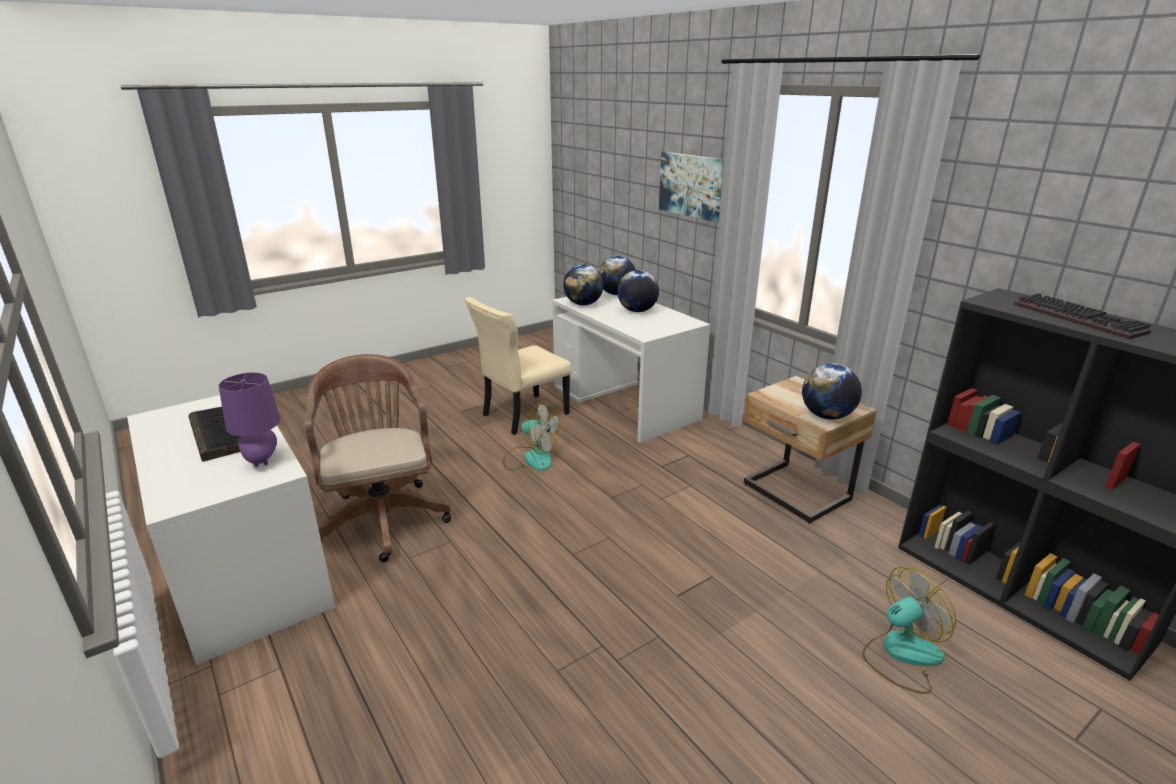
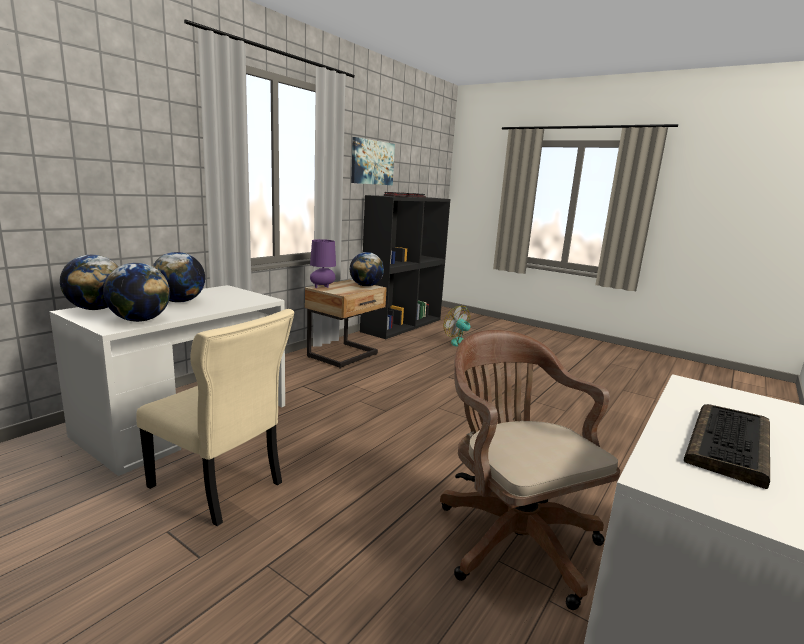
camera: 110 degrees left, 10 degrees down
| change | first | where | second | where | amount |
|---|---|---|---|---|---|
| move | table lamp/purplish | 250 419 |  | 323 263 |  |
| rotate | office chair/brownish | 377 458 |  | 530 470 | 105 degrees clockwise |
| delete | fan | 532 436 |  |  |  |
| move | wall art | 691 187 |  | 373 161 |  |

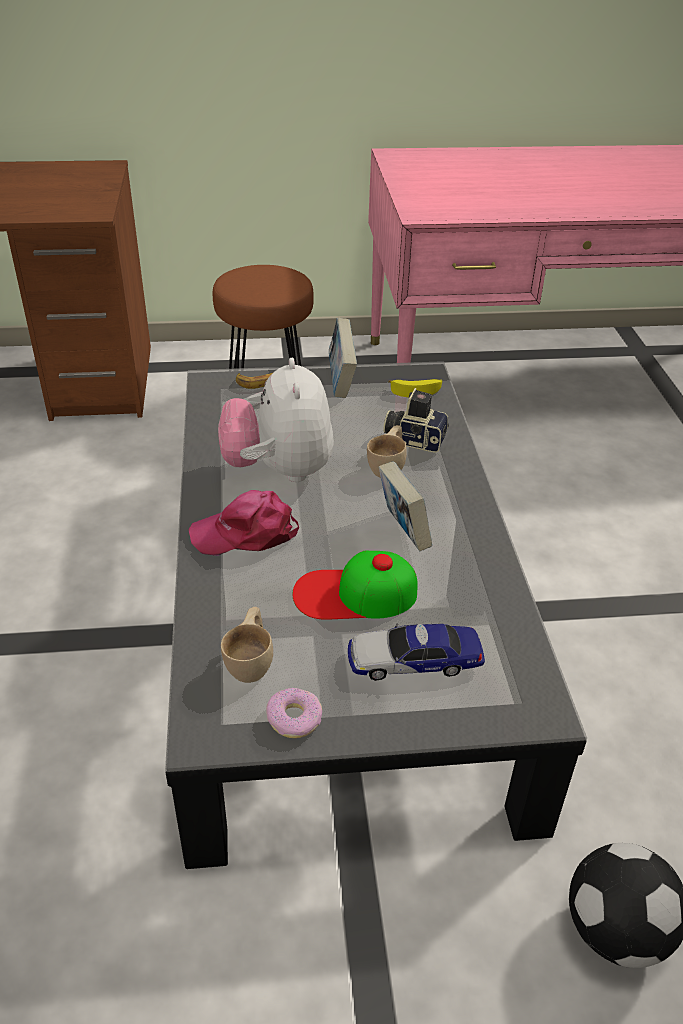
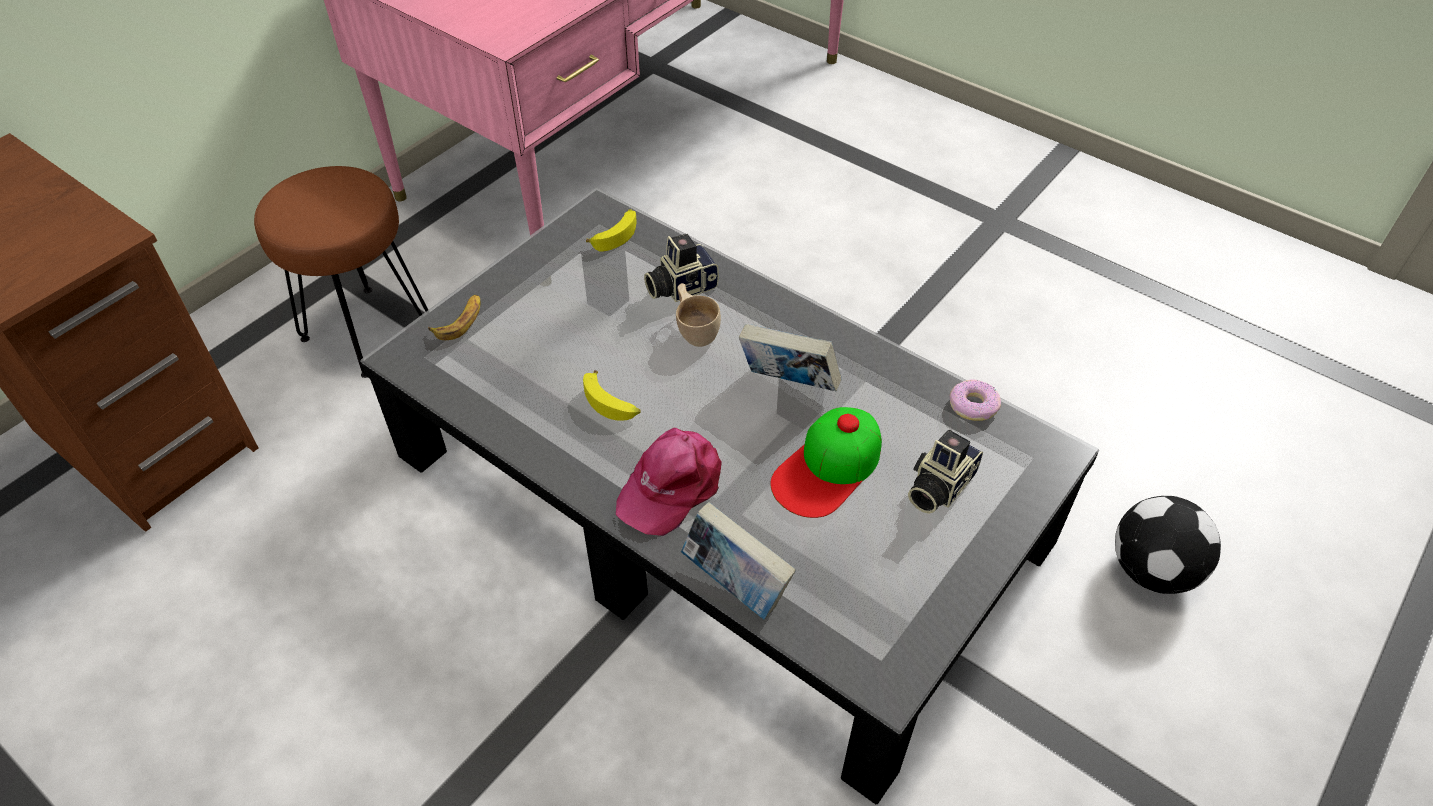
camera: 45 degrees left, 10 degrees up
| change | first | where | second | where | amount |
|---|---|---|---|---|---|
| replace | soft toy | 276 420 | banana fruit | 612 395 |  |
| delete | small cup/sand-coloured | 247 645 |  |  |  |
| move | doughnut | 294 713 |  | 975 400 |  |
| move | book | 342 358 |  | 738 560 |  |
| replace | model car | 416 652 | photo camera | 945 472 |  |

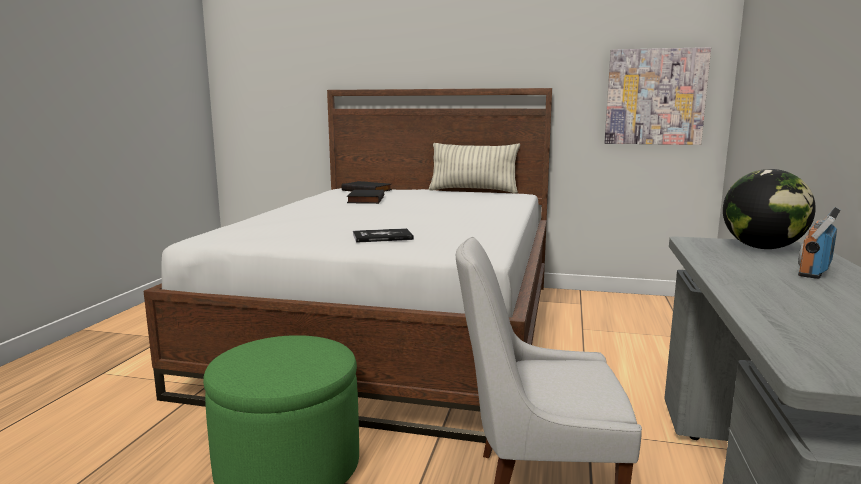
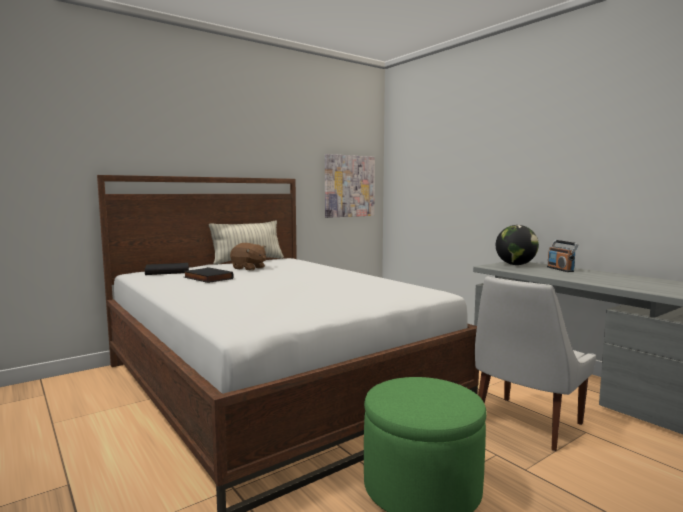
camera: 50 degrees left, 5 degrees down
| change | first | where | second | where | amount |
|---|---|---|---|---|---|
| delete | book | 383 235 |  |  |  |
| insert |  |  | soft toy/brownish | 248 257 |  |

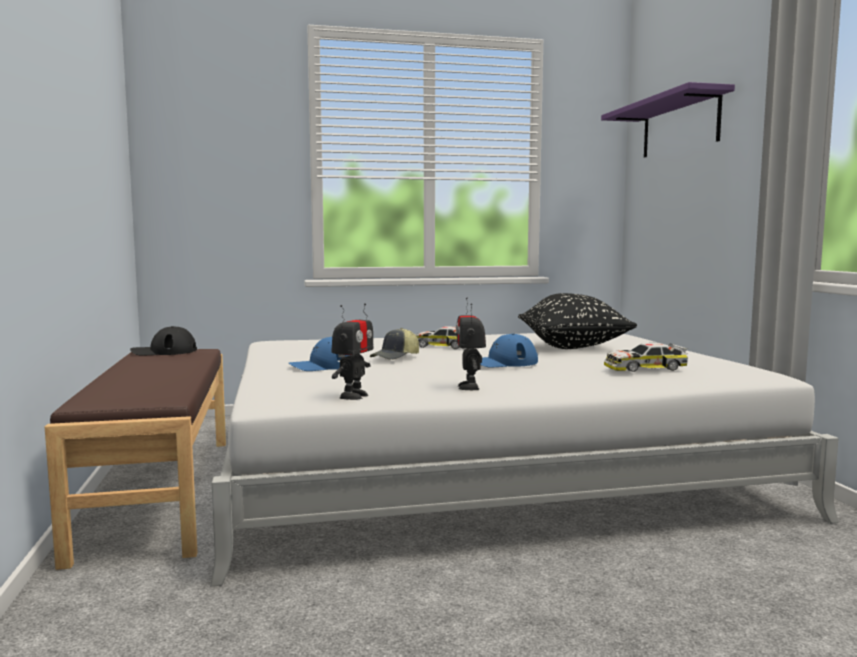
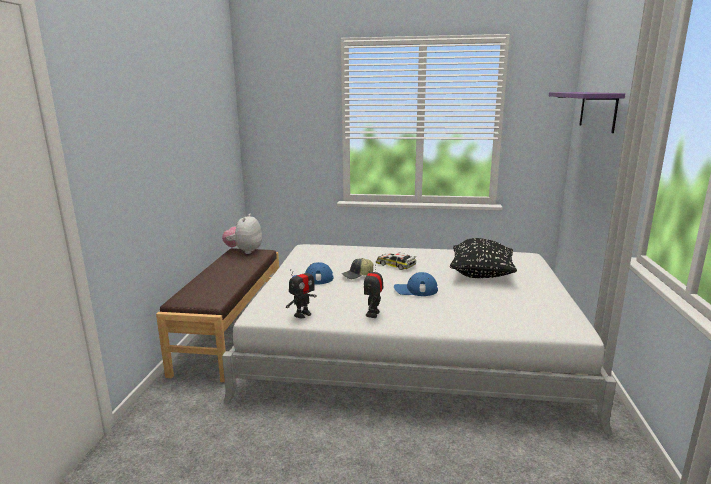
camera: 20 degrees right, 10 degrees up
| change | first | where | second | where | amount |
|---|---|---|---|---|---|
| replace | cap/black-coloured | 163 340 | soft toy | 242 234 |  |
| delete | model car | 646 357 |  |  |  |

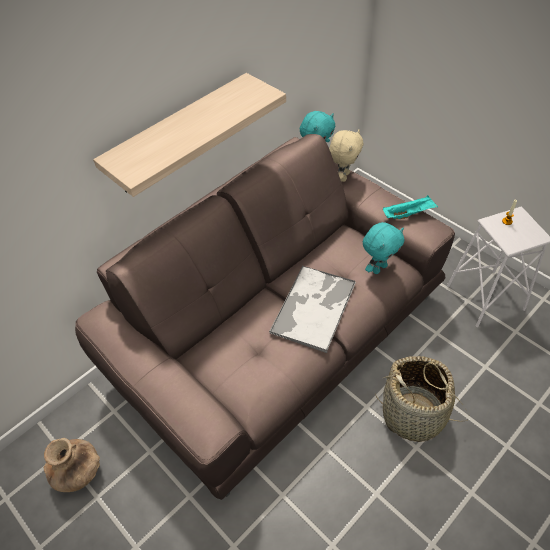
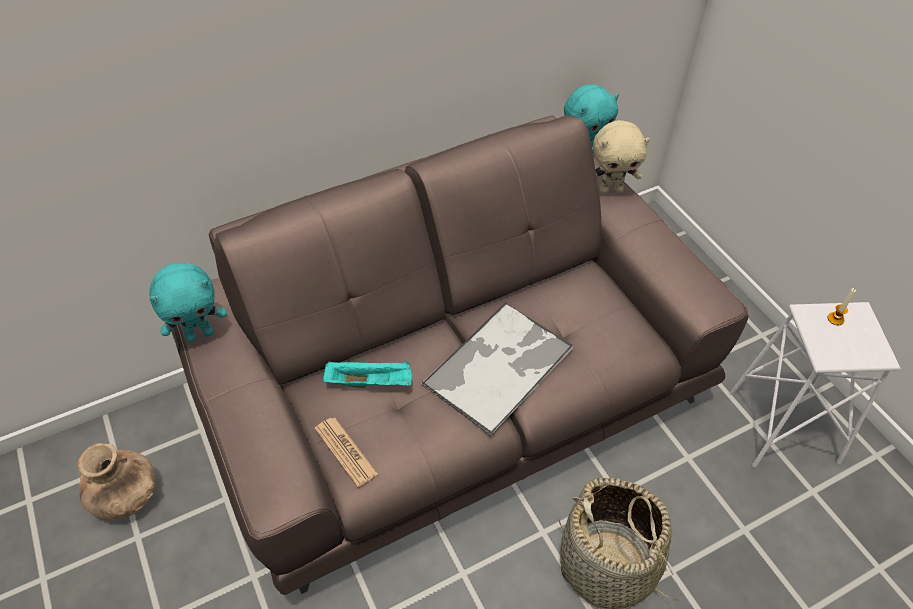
camera: 15 degrees right, 0 degrees up
| change | first | where | second | where | amount |
|---|---|---|---|---|---|
| delete | wall shelf | 189 135 |  |  |  |
| rotate | soft toy/sand-coloured | 346 156 |  | 621 157 | 45 degrees clockwise |
| move | soft toy/blue-green | 383 248 |  | 188 303 |  |
| move | serving tray/blue-green | 410 207 |  | 367 374 |  |
| insert |  |  | newspaper | 346 452 |  |

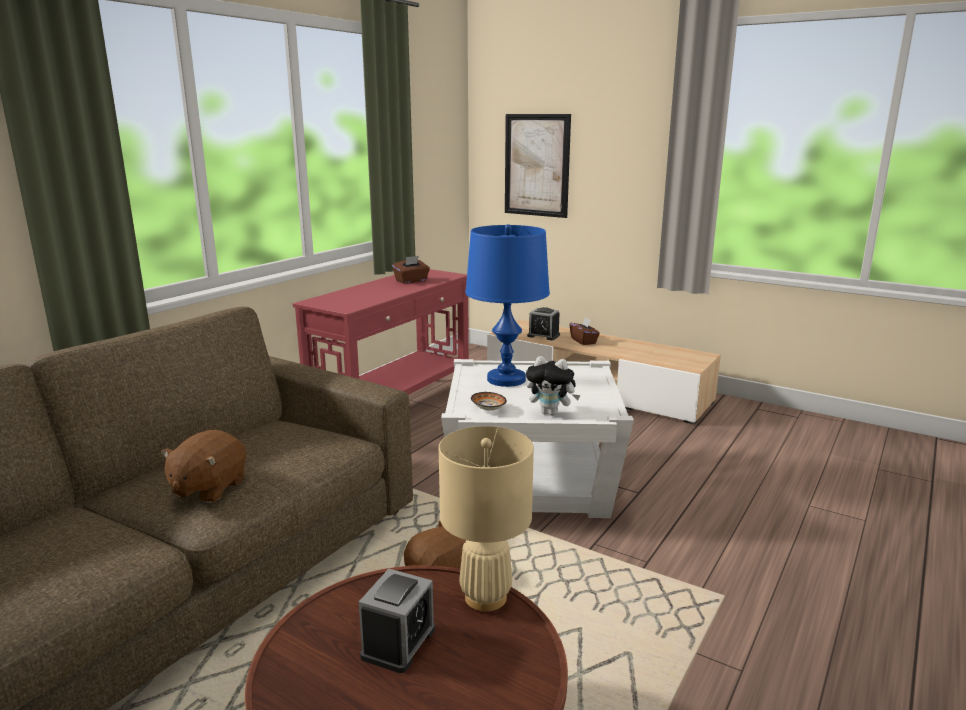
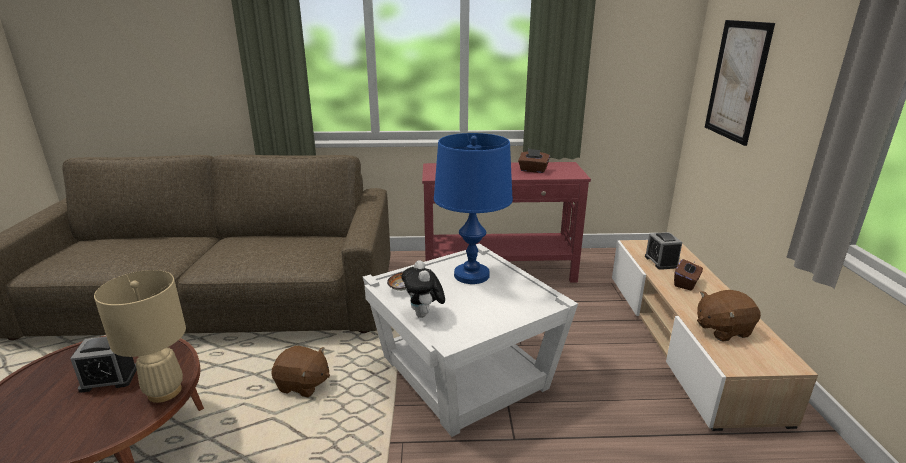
camera: 55 degrees right, 5 degrees up
| change | first | where | second | where | amount |
|---|---|---|---|---|---|
| move | soft toy/brownish | 203 466 |  | 729 316 |  |

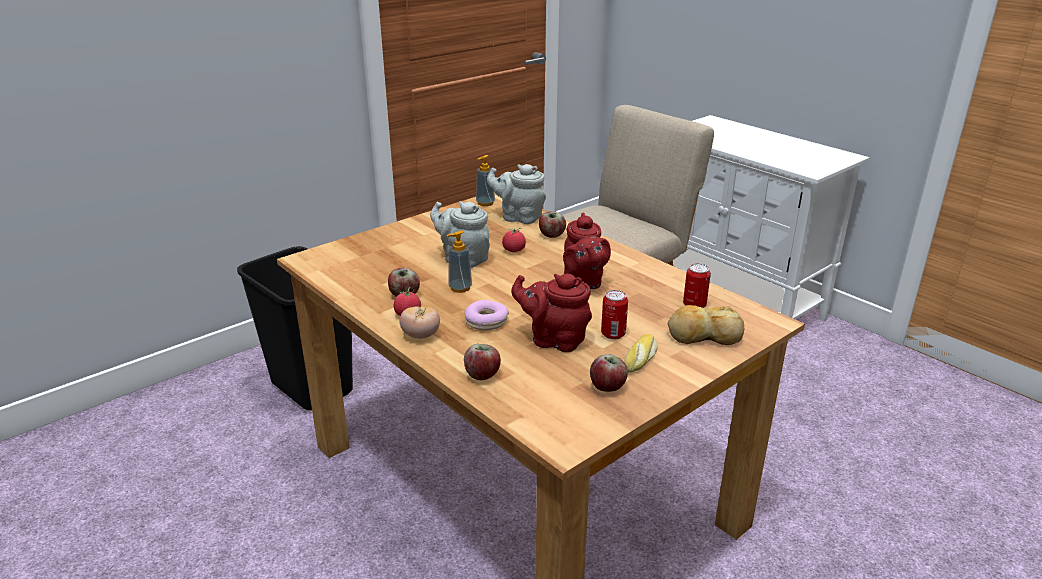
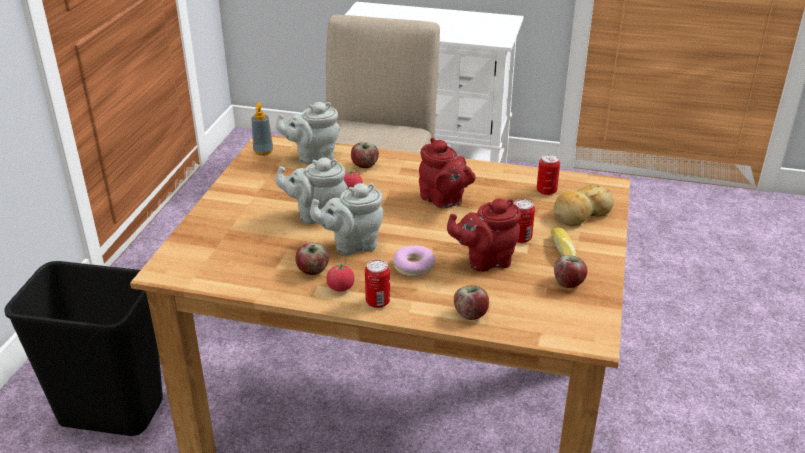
camera: 35 degrees left, 5 degrees up
| change | first | where | second | where | amount |
|---|---|---|---|---|---|
| replace | fresh tomato | 419 322 | can | 377 283 |  |
| replace | liquid soap bottle | 459 262 | teapot/gray | 347 219 |  |

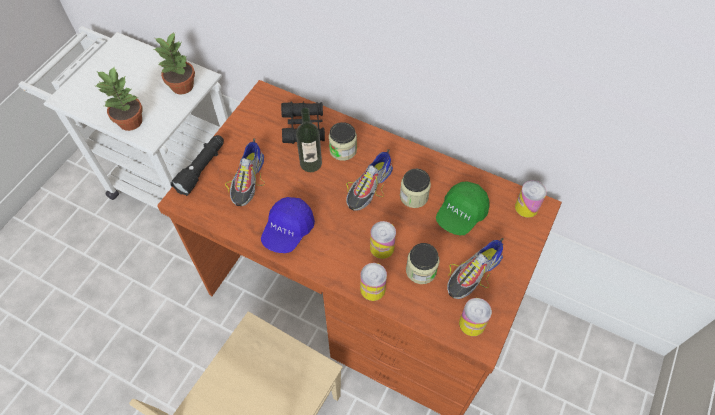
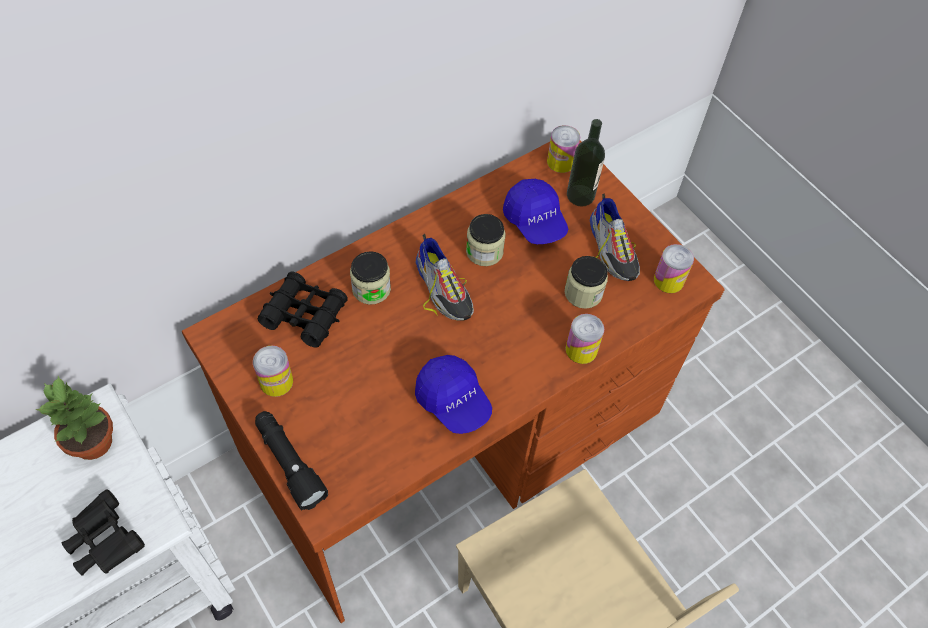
camera: 65 degrees left, 0 degrees up
| change | first | where | second | where | amount |
|---|---|---|---|---|---|
| replace | houseplant | 119 99 | pair of binoculars/black-coloured | 103 532 |  |
| delete | low shoe | 245 172 |  |  |  |
| move | drink bottle | 309 140 |  | 586 162 |  |
| move | can | 383 240 |  | 273 371 |  |
| recolor | cap/green-coloured | 463 208 | cap/bluish | 535 211 |  |

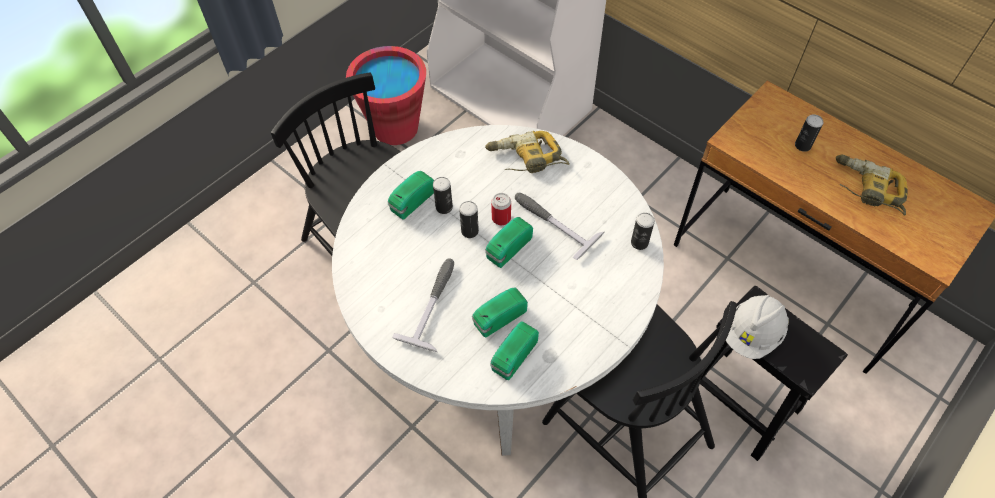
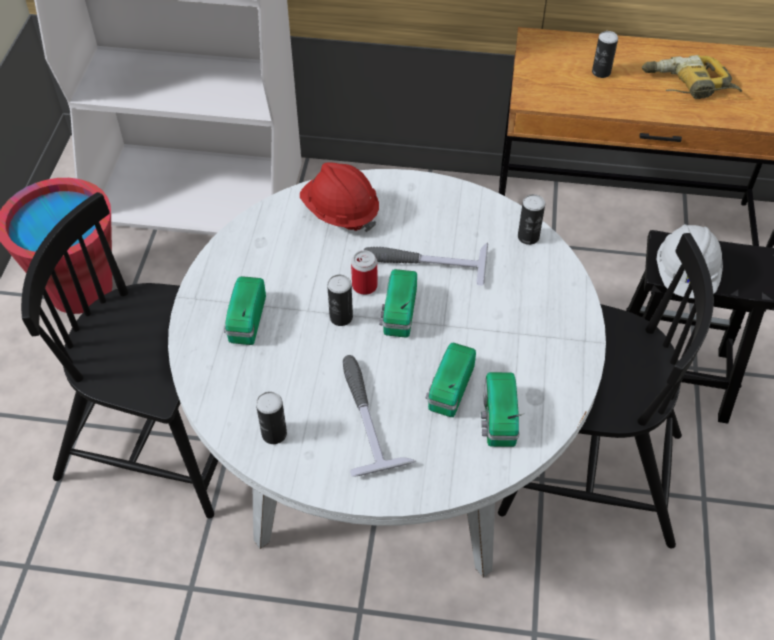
camera: 35 degrees left, 5 degrees down
| change | first | where | second | where | amount |
|---|---|---|---|---|---|
| move | can | 443 195 |  | 271 418 |  |
| replace | electric drill | 527 152 | work helmet/red | 339 197 |  |

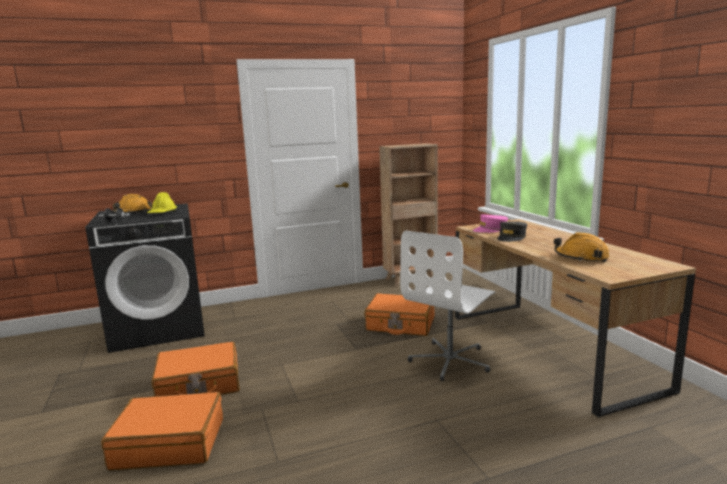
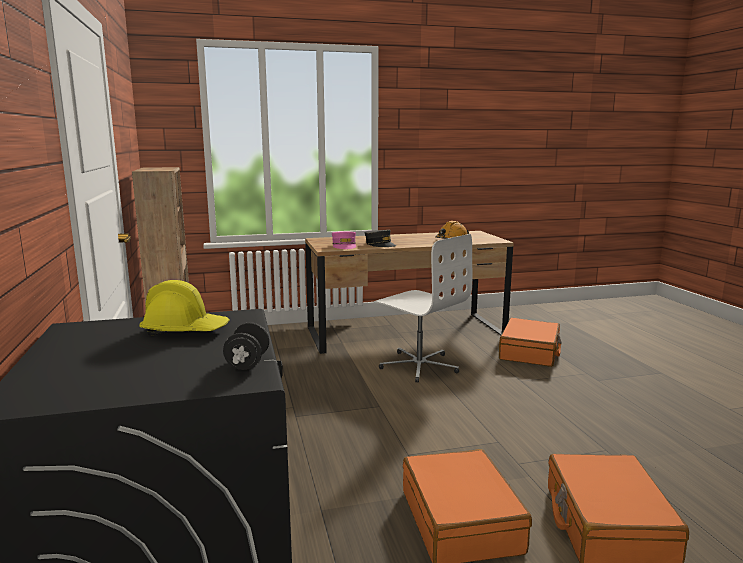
camera: 85 degrees left, 0 degrees up
| change | first | where | second | where | amount |
|---|---|---|---|---|---|
| delete | work helmet/orange | 132 203 |  |  |  |
| move | suitcase/orange | 399 314 |  | 530 342 |  |

